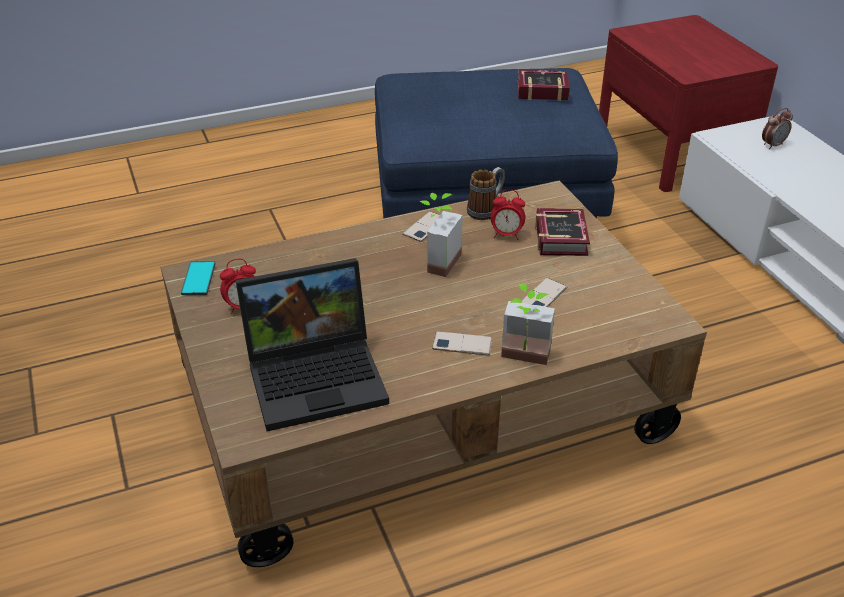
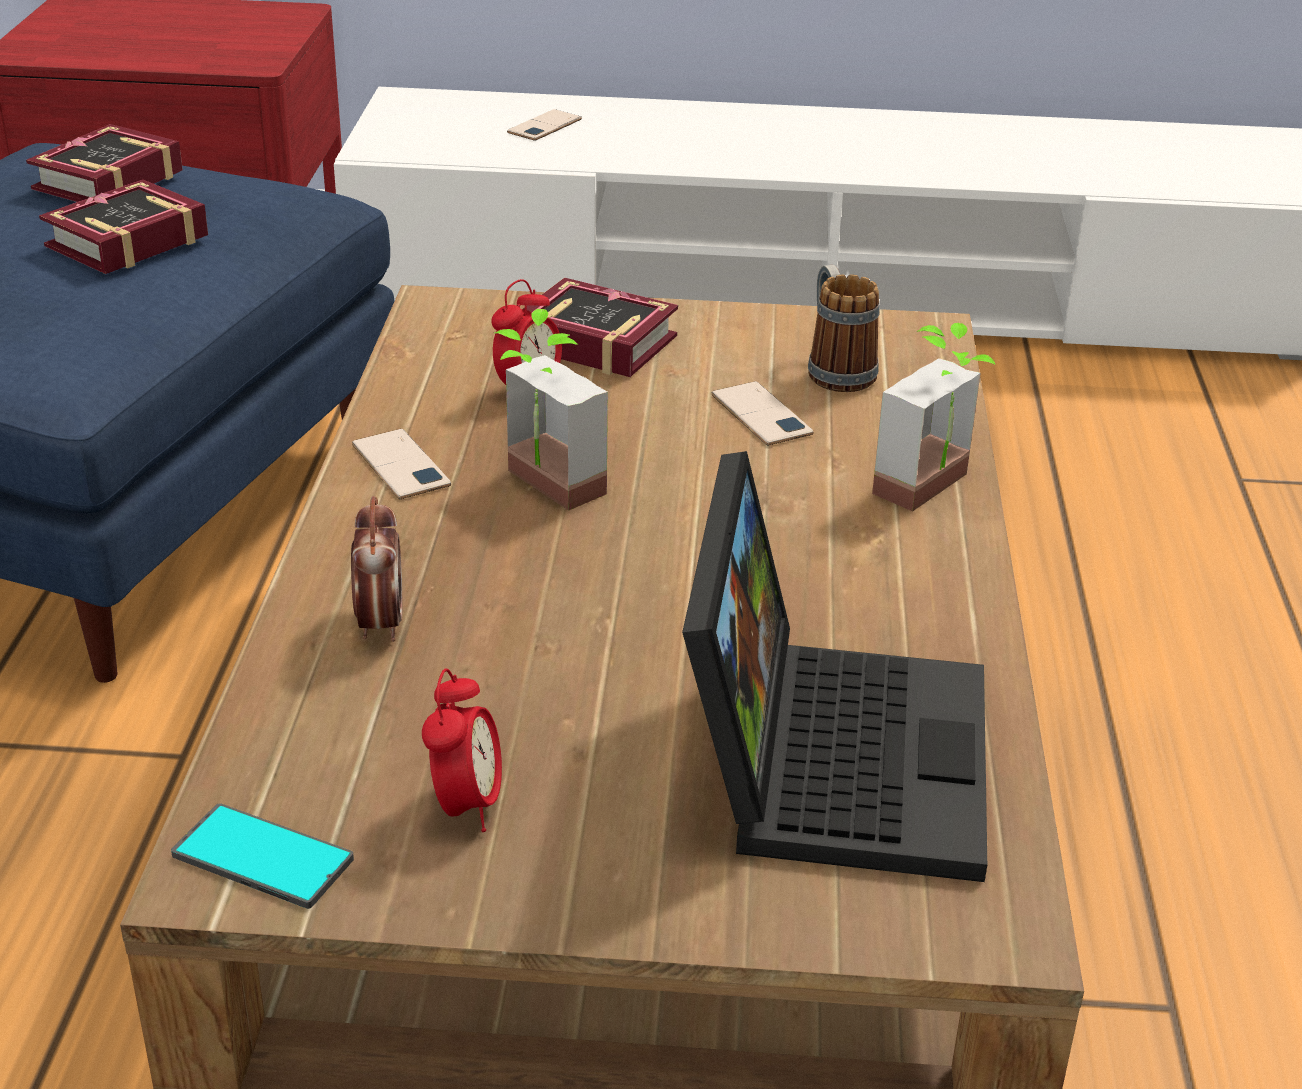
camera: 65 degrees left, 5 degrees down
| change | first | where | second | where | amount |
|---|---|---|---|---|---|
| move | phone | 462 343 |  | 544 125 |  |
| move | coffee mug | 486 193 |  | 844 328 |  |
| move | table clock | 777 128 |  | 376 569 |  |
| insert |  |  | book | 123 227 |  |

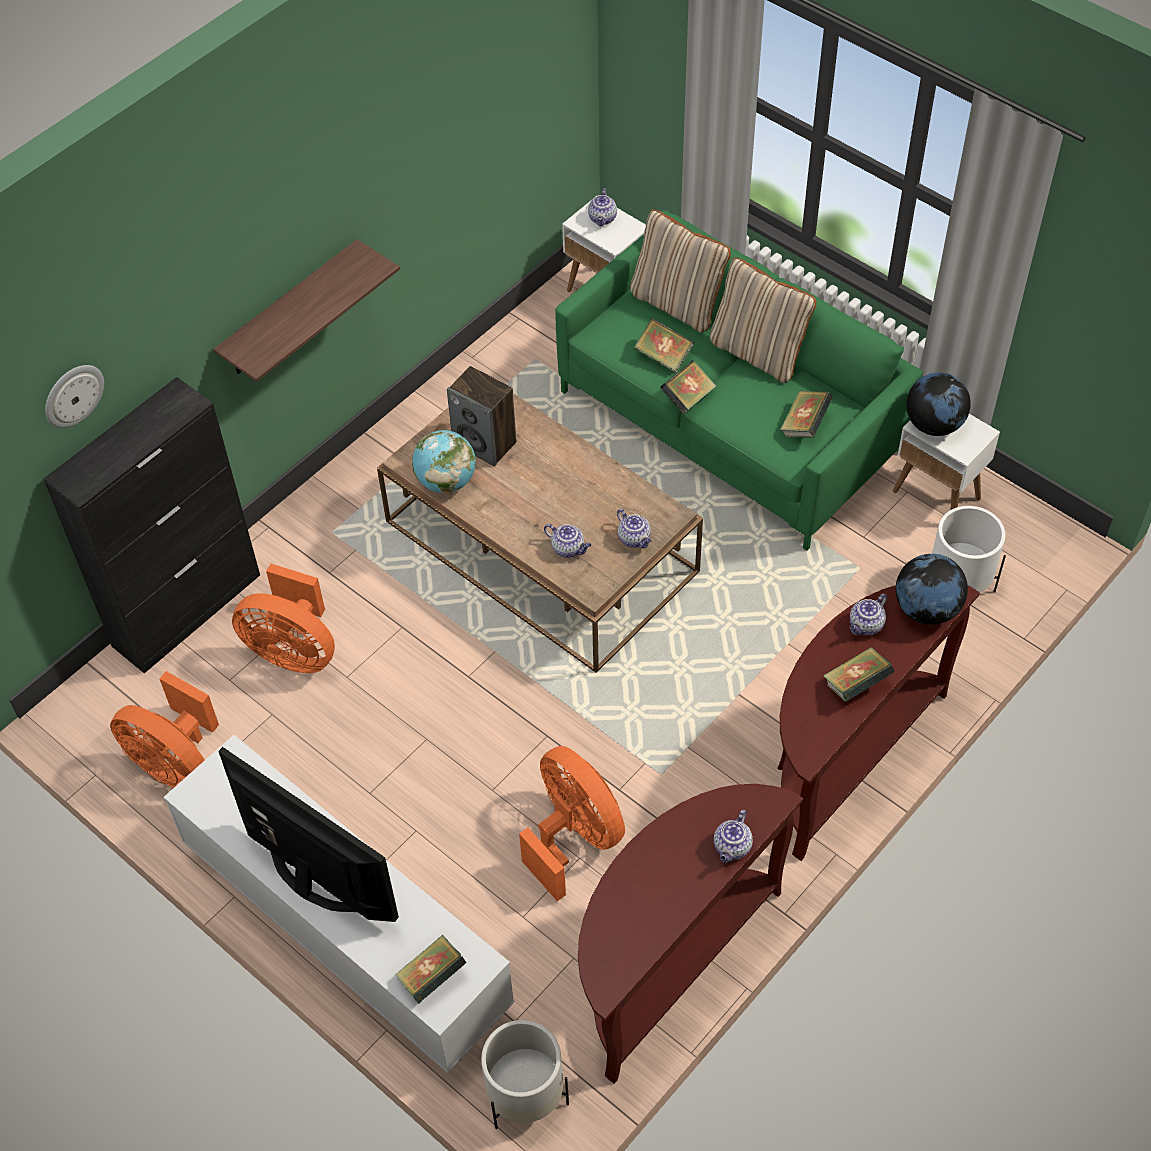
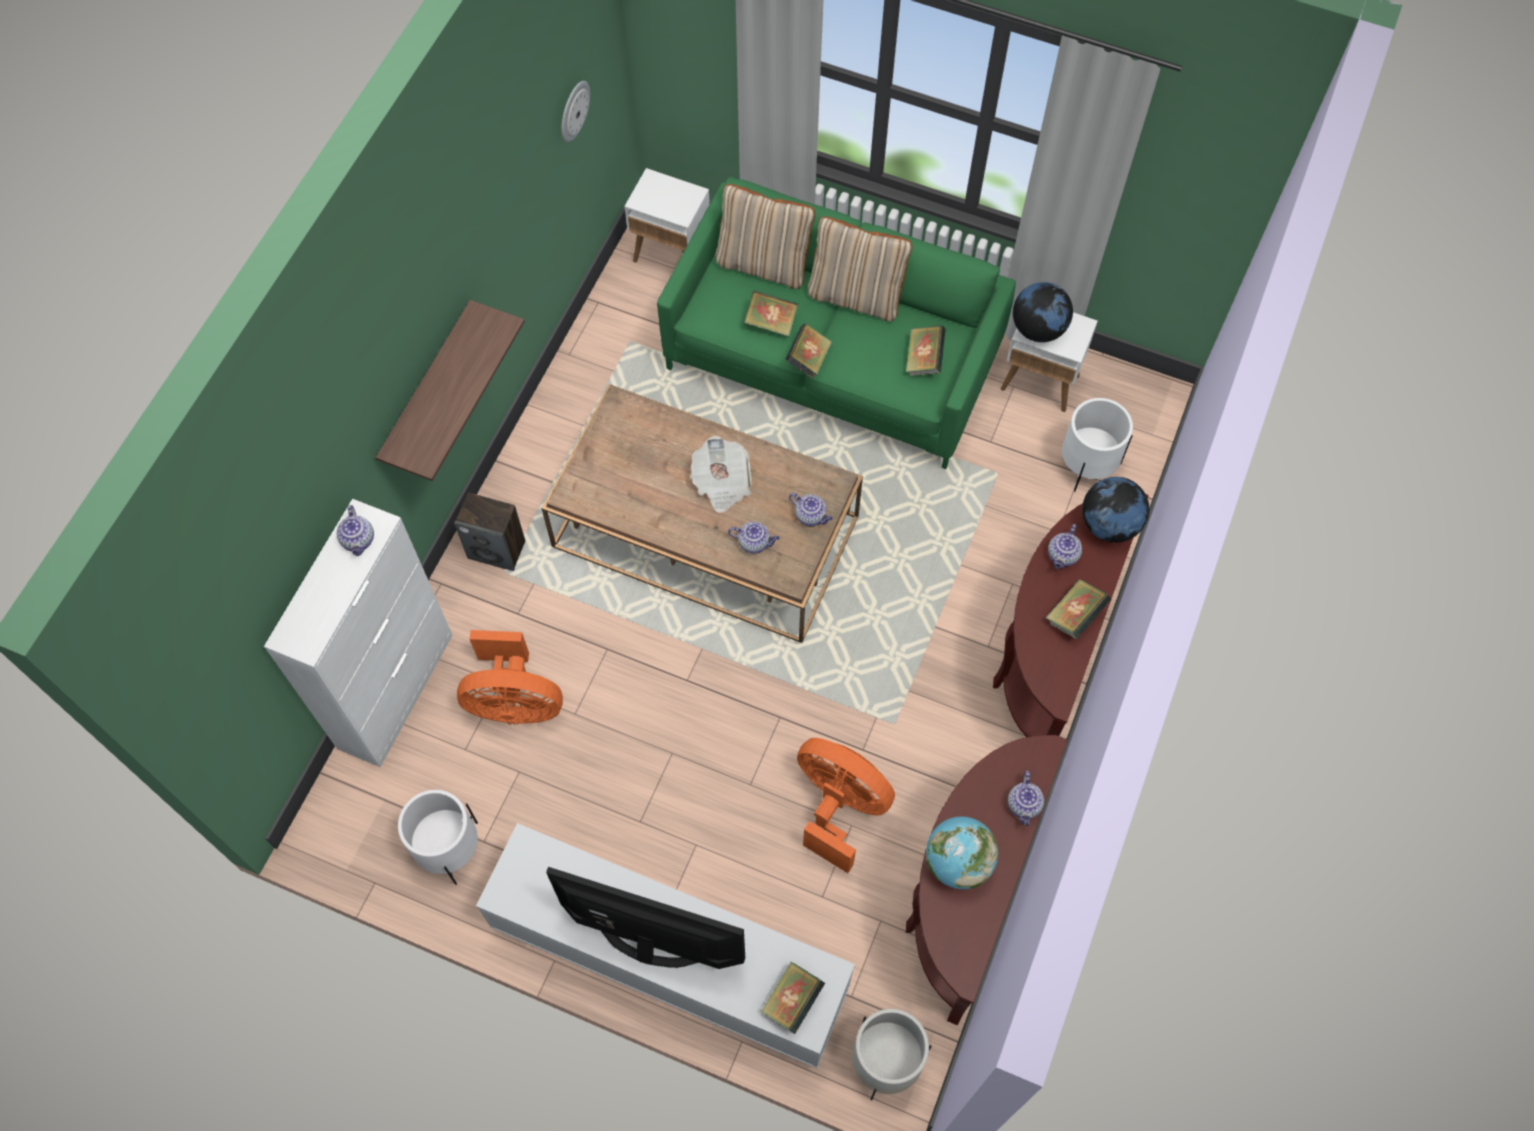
camera: 20 degrees left, 10 degrees up
| change | first | where | second | where | amount |
|---|---|---|---|---|---|
| recolor | storage cabinet/black-coloured | 151 525 | storage cabinet/white | 358 633 |  |
| move | clock on the wall | 74 396 |  | 576 111 |  |
| replace | fan/orange | 164 729 | plant pot/white | 438 837 |  |
| move | world globe | 444 461 |  | 962 853 |  |
| move | loudspeaker | 482 416 |  | 489 532 |  |
| move | teapot | 602 207 |  | 355 530 |  |
| insert |  |  | newspaper | 720 474 |  |

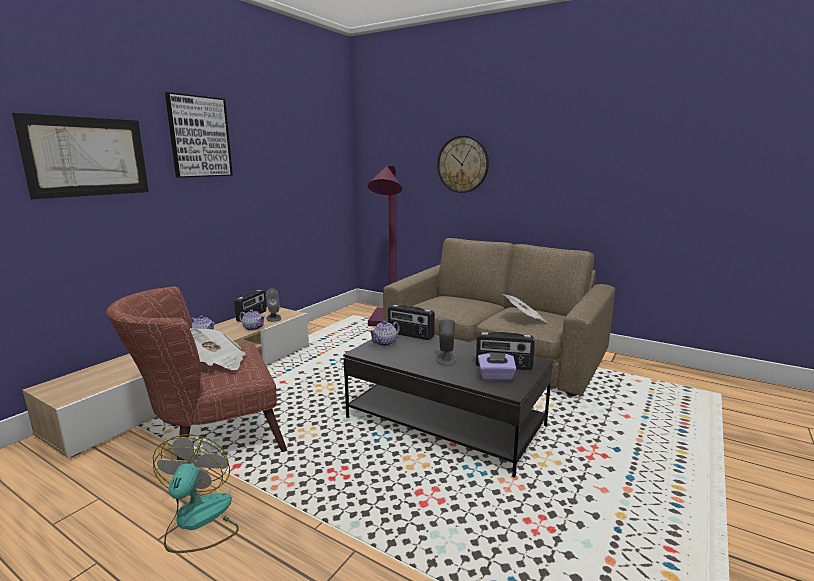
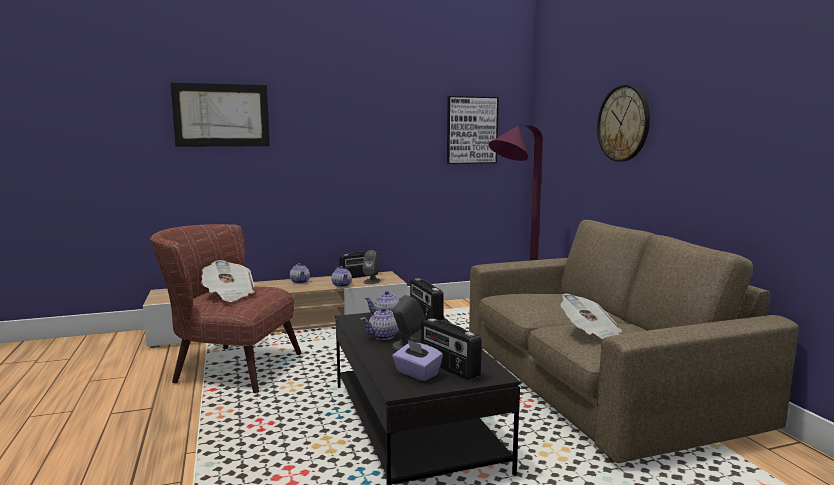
camera: 40 degrees right, 5 degrees down
| change | first | where | second | where | amount |
|---|---|---|---|---|---|
| delete | fan | 196 493 |  |  |  |
| move | wall art | 199 135 |  | 473 130 |  |
| insert |  |  | teapot | 380 324 |  |

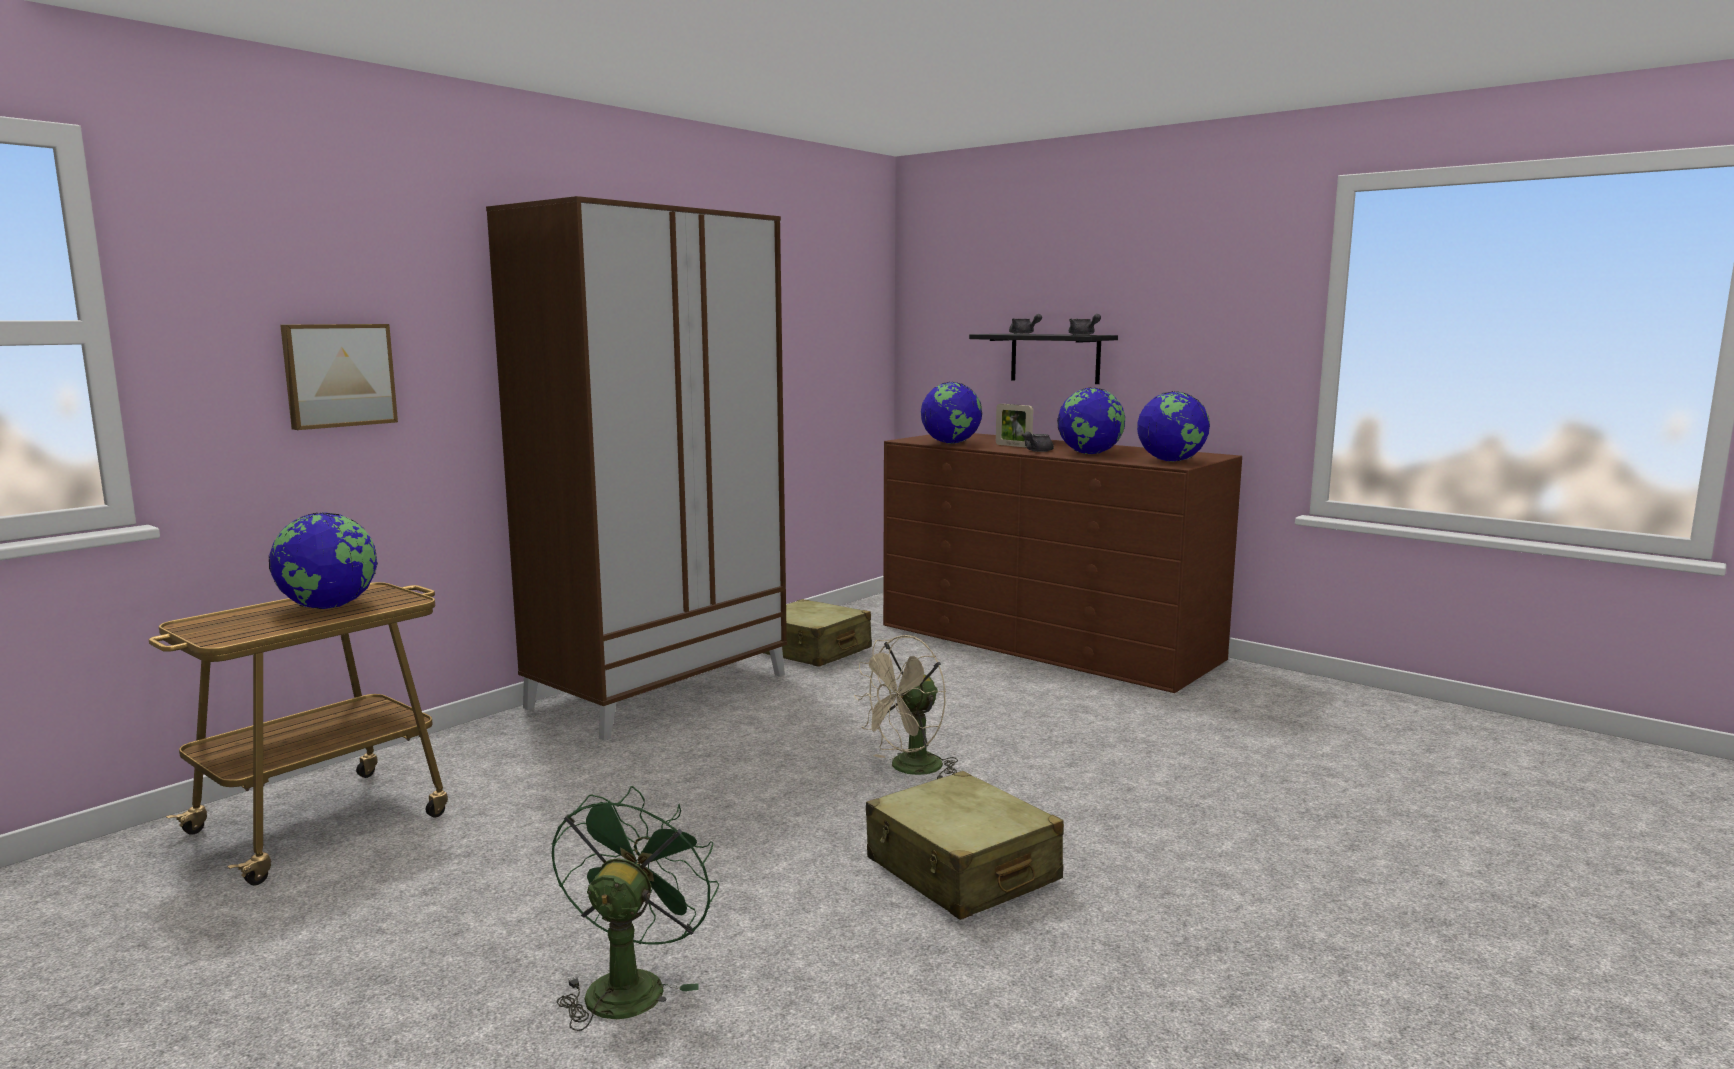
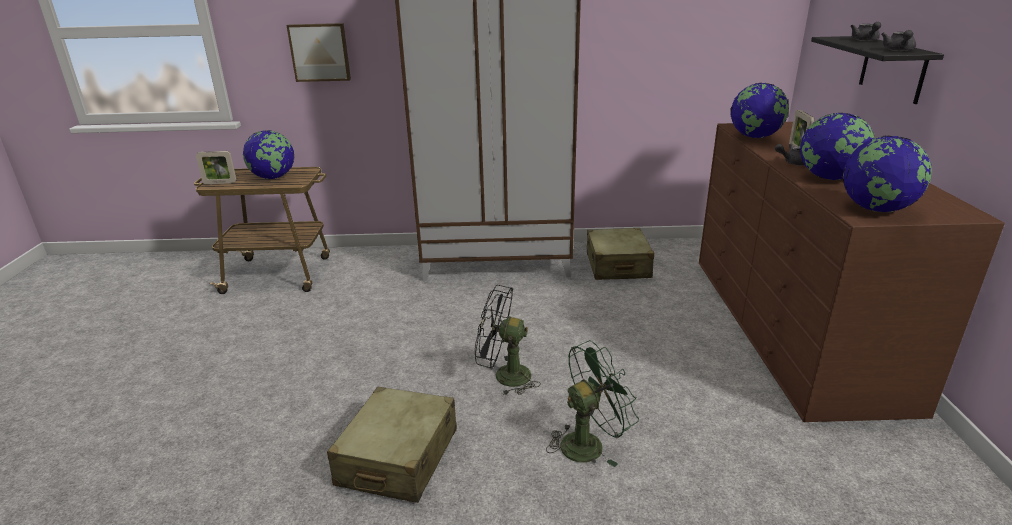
camera: 50 degrees right, 15 degrees up
| change | first | where | second | where | amount |
|---|---|---|---|---|---|
| move | fan/green-coloured | 635 908 |  | 592 403 |  |
| recolor | fan/sand-coloured | 906 707 | fan/black-coloured | 508 340 |  |
| insert |  |  | standing frame | 216 167 |  |

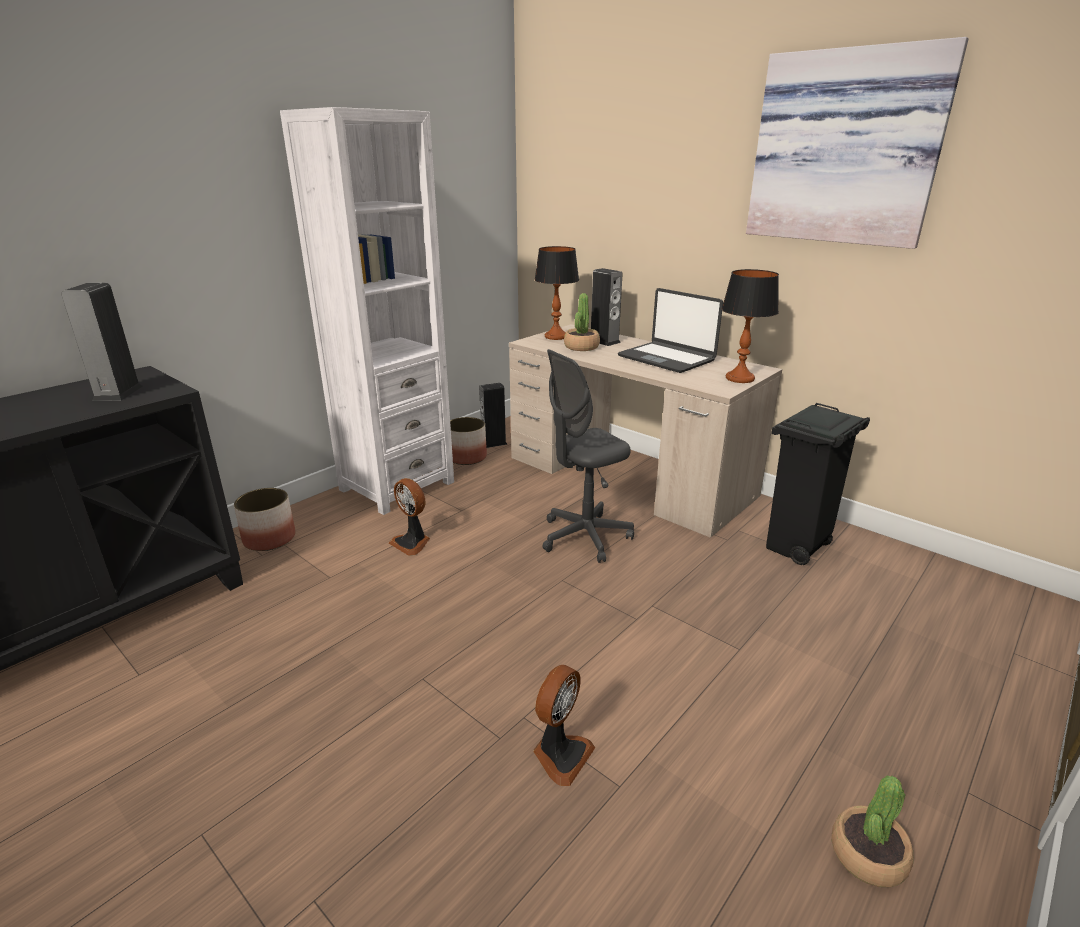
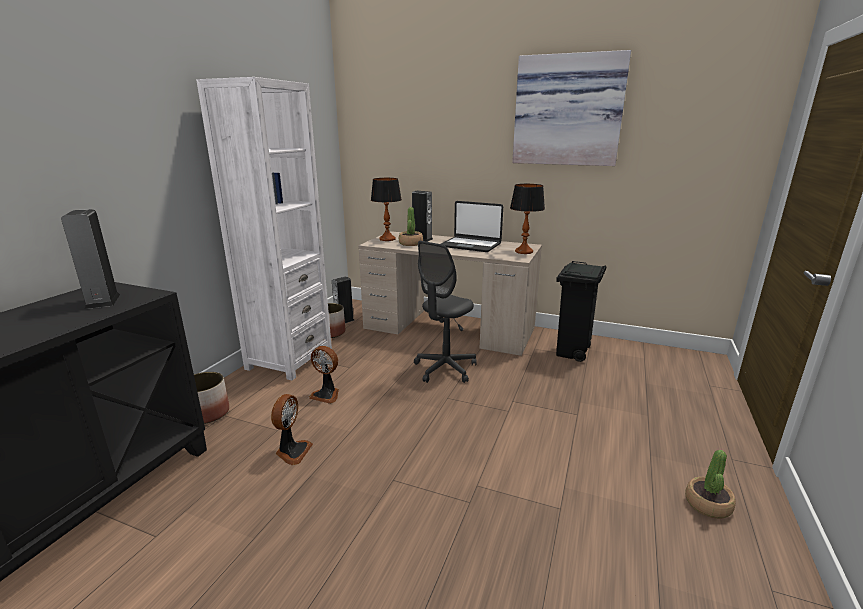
camera: 20 degrees left, 5 degrees down
| change | first | where | second | where | amount |
|---|---|---|---|---|---|
| move | fan | 564 725 |  | 292 429 |  |

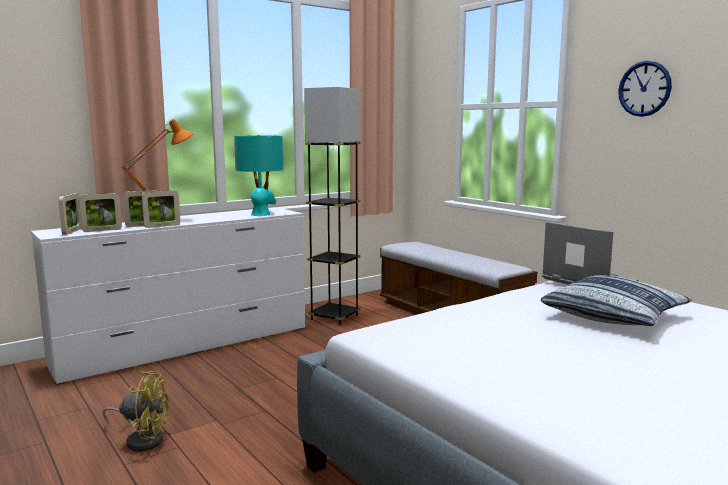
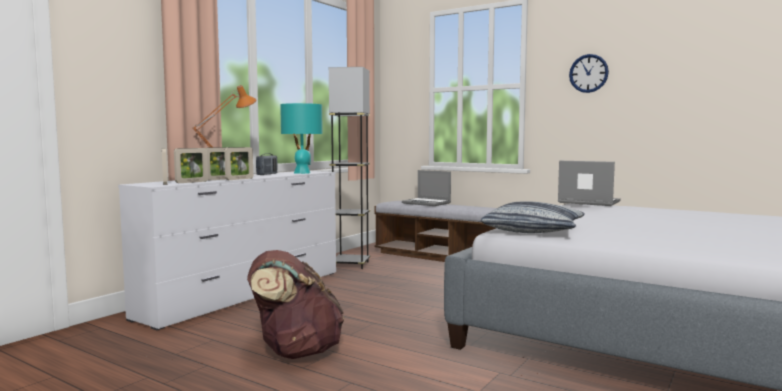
camera: 20 degrees left, 5 degrees down
| change | first | where | second | where | amount |
|---|---|---|---|---|---|
| replace | fan/yellowish | 136 411 | backpack/brownish | 296 304 |  |
| move | pillow | 616 300 |  | 533 217 |  |
| insert |  |  | radio receiver | 267 164 |  |
| insert |  |  | notebook computer | 426 188 |  |

